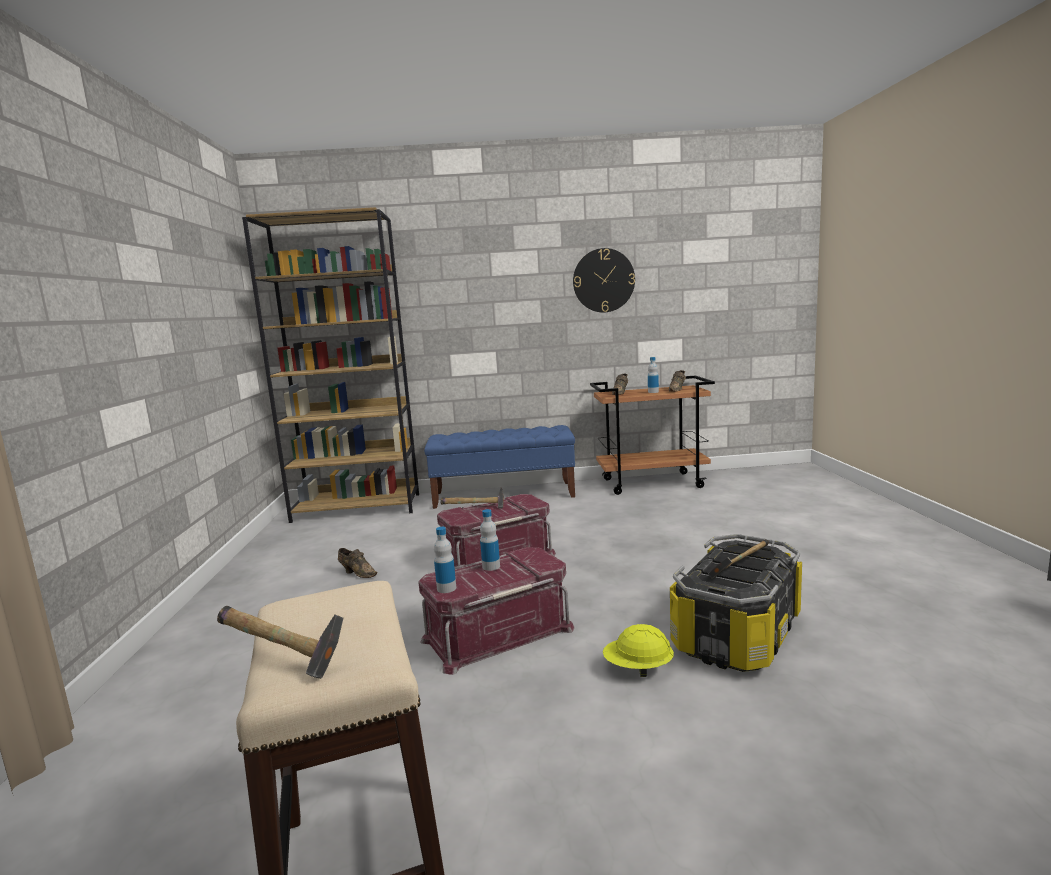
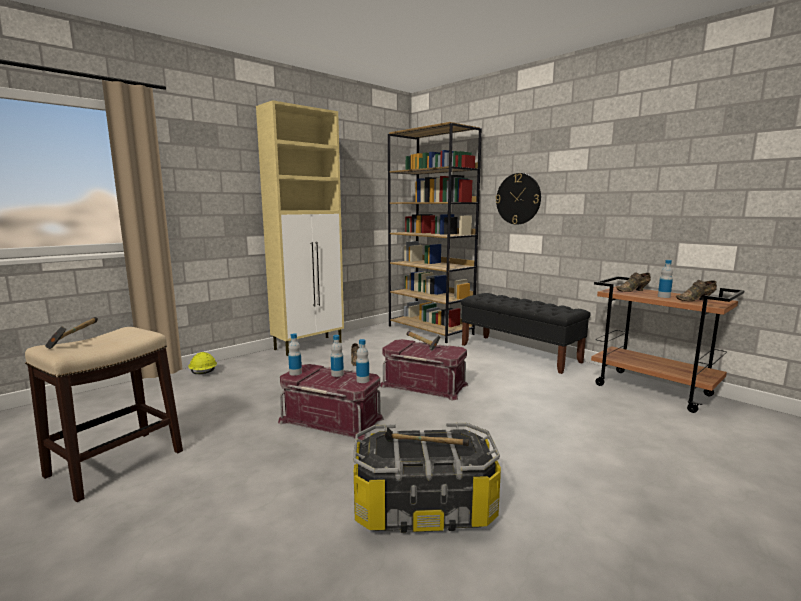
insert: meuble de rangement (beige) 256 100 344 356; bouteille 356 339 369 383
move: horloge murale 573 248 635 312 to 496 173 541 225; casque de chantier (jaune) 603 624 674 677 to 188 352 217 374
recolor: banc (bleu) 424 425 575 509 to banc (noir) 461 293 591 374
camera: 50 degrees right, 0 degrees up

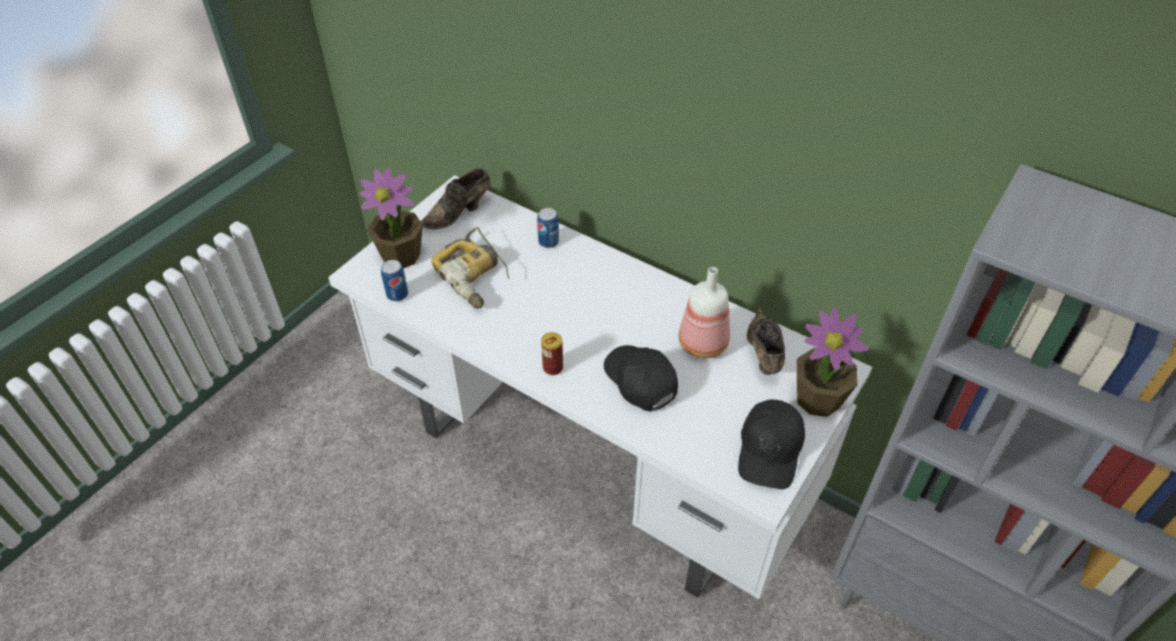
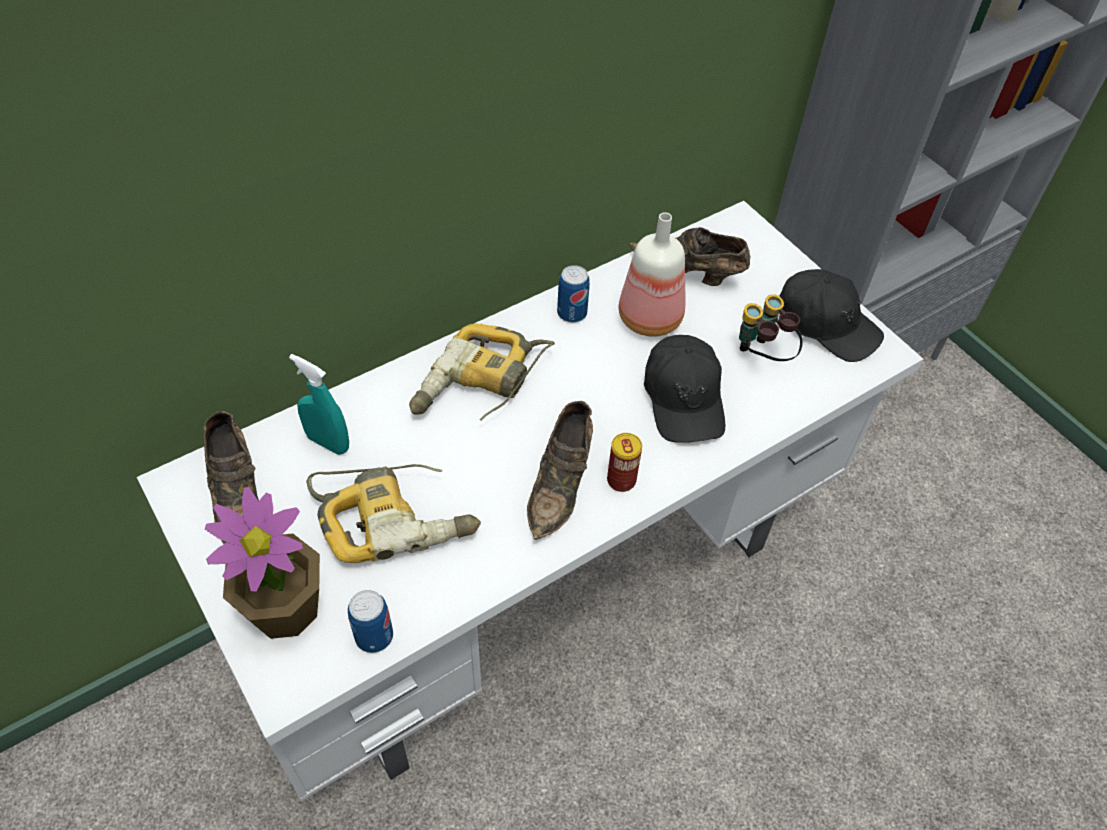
delete: plante en pot 797 308 869 417
insert: jumelles 739 294 803 361; perceuse 409 324 555 421; vaporisateur (turquoise) 289 354 349 455; chaussure (marron) 527 401 593 540
move: boîte métallique 537 208 559 248 to 557 265 590 323
rotate: casquette (noir) 604 345 678 412 = 644 335 725 443 90 degrees counterclockwise
camera: 70 degrees left, 5 degrees up

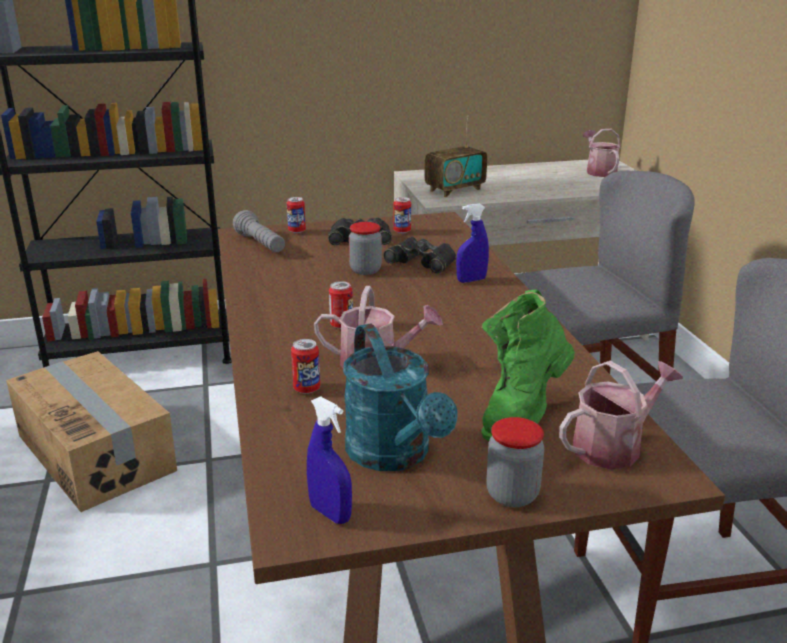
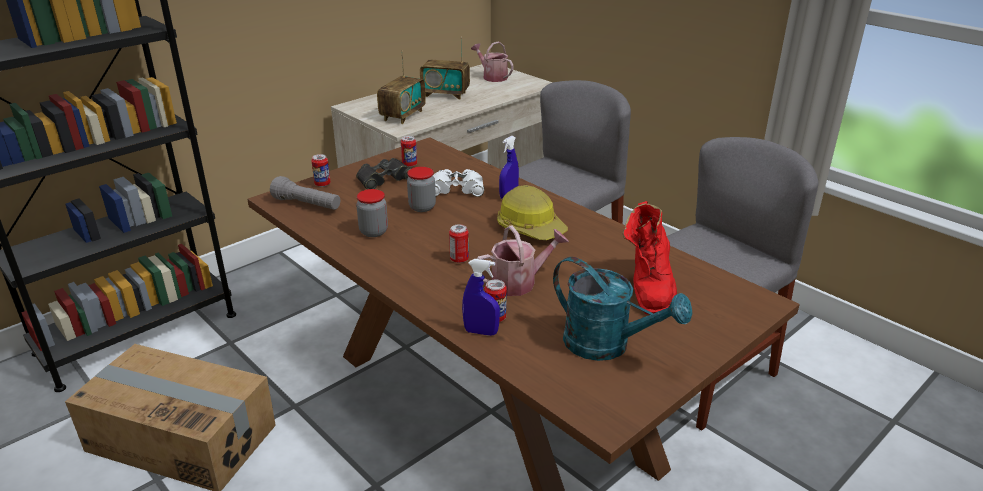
delete: arrosoir 559 361 683 470
insert: radio 420 37 470 99; casque de chantier 497 185 568 240
move: vaporisateur (bleu) 307 396 352 524 to 462 259 500 336; bocal 486 417 544 507 to 356 189 388 237
recolor: jumelles (noir) 383 237 456 274 to jumelles (blanc) 433 169 484 197; botte (vert) 482 289 575 441 to botte (rouge) 623 201 677 315
camera: 30 degrees left, 5 degrees up

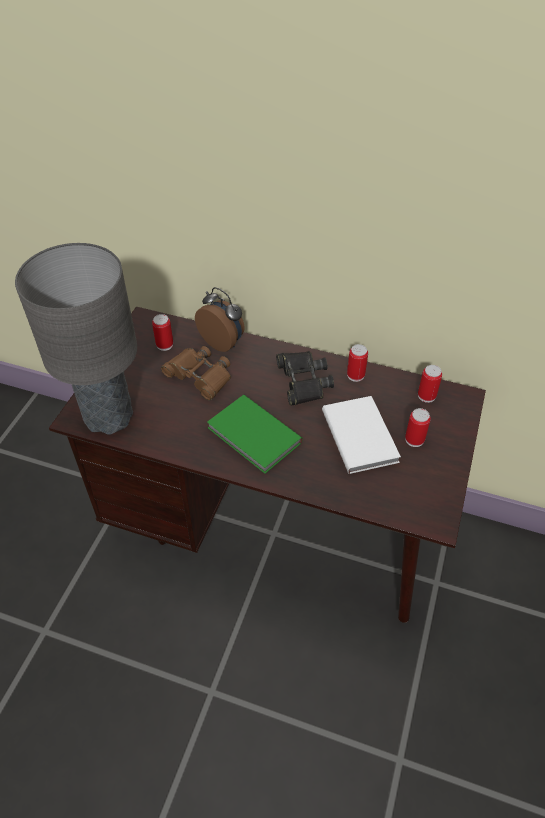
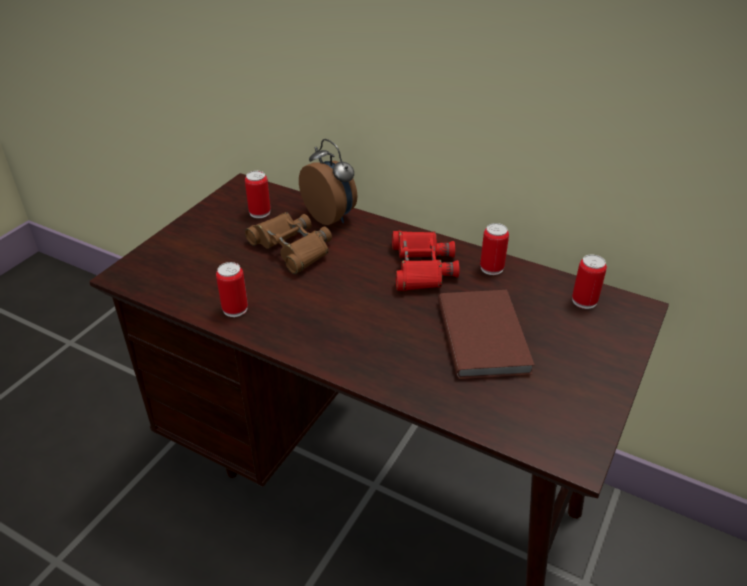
delete: lampe de table (gris) 15 243 137 435; livre (vert) 207 395 303 474
move: boîte métallique 405 408 431 447 to 216 262 248 317
recolor: jumelles (noir) 276 351 334 406 to jumelles (rouge) 392 231 459 291; livre (blanc) 322 396 401 474 to livre (marron) 438 290 534 379
camera: 10 degrees right, 10 degrees down

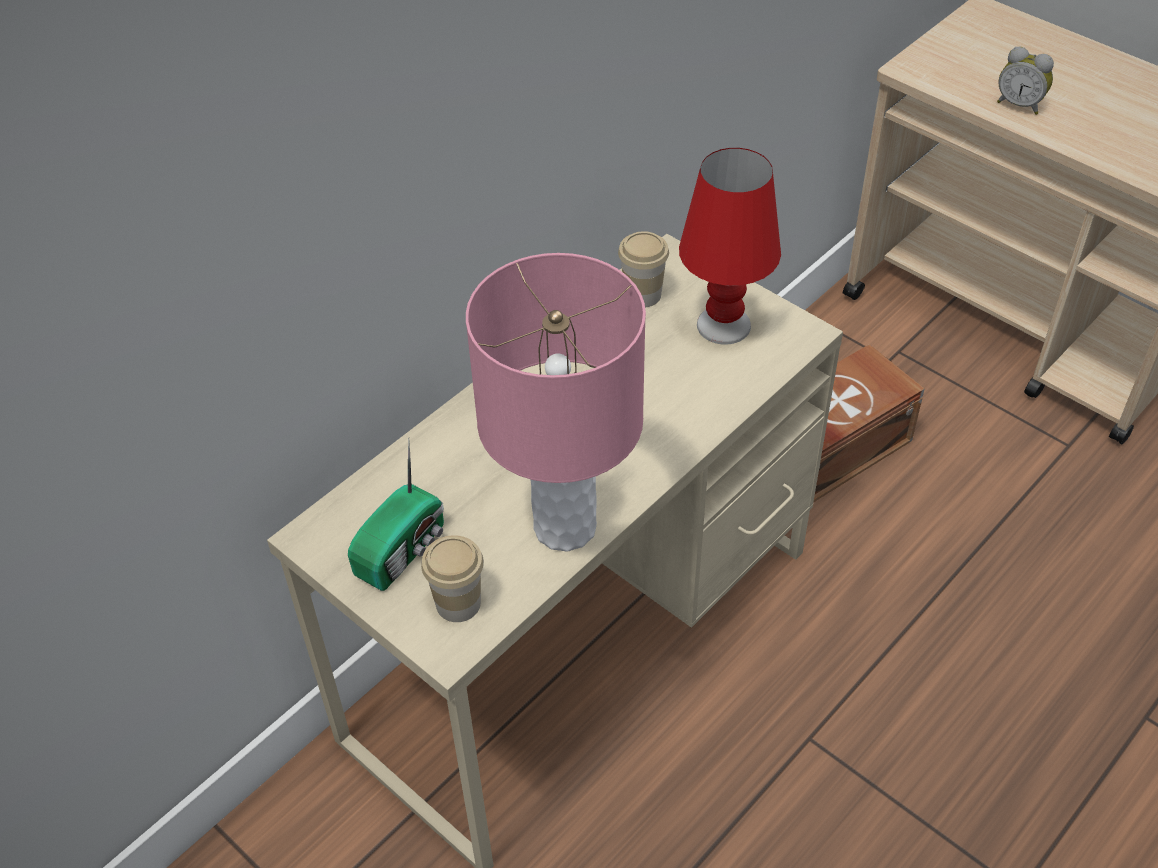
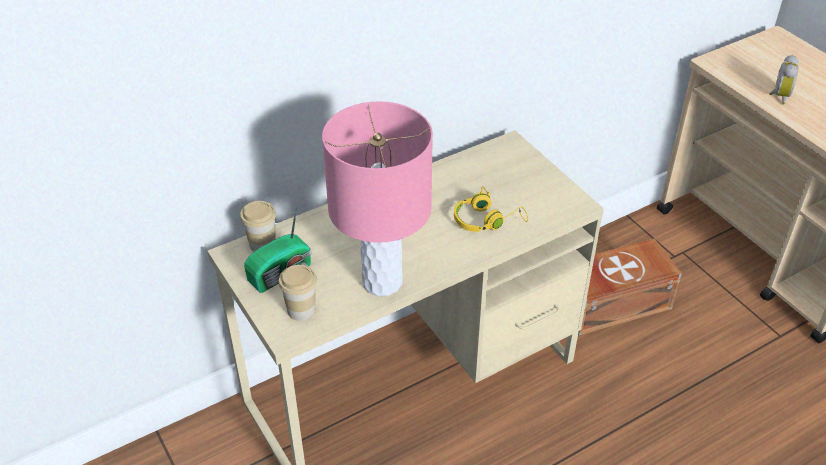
delete: lampe de table (rouge) 679 148 781 344
insert: casque audio (jaune) 454 186 528 232
move: tasse 618 231 669 307 to 240 201 276 252
rotate: réveil 997 47 1054 115 = 769 55 798 105 120 degrees counterclockwise
camera: 15 degrees right, 5 degrees down

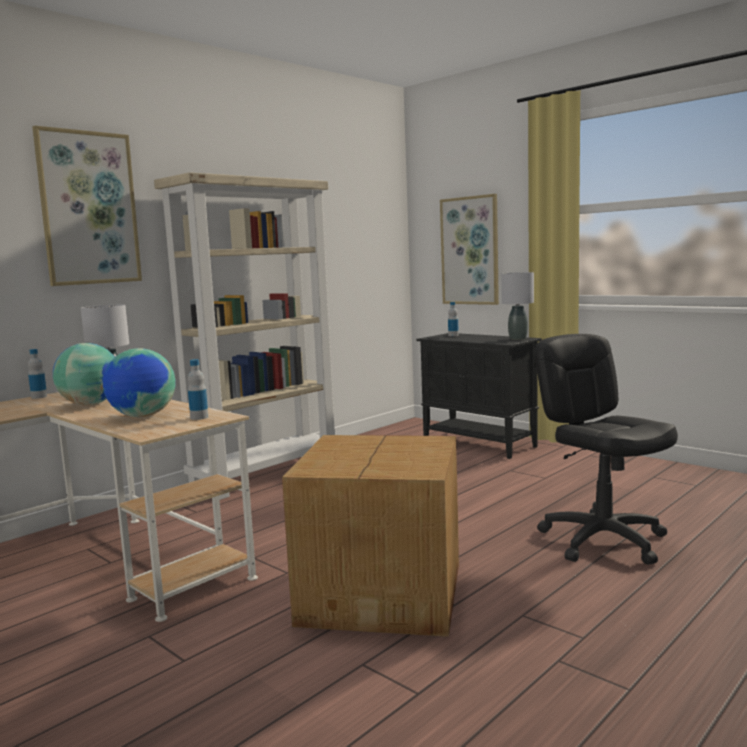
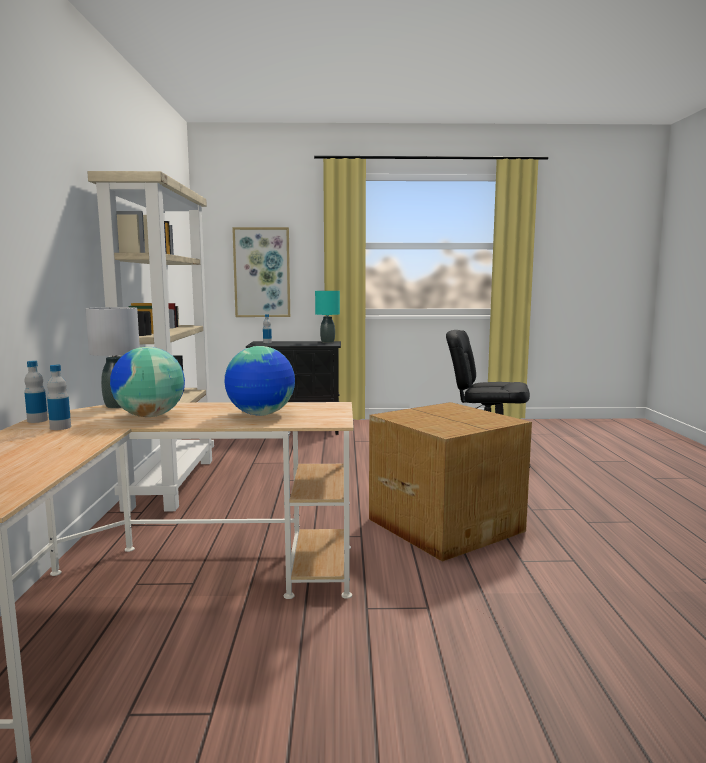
delete: tableau 32 126 142 286
move: bouteille 188 359 208 420 to 47 365 71 430
recolor: lampe de table (gris) 501 272 534 340 to lampe de table (turquoise) 315 291 340 343
camera: 45 degrees left, 0 degrees up

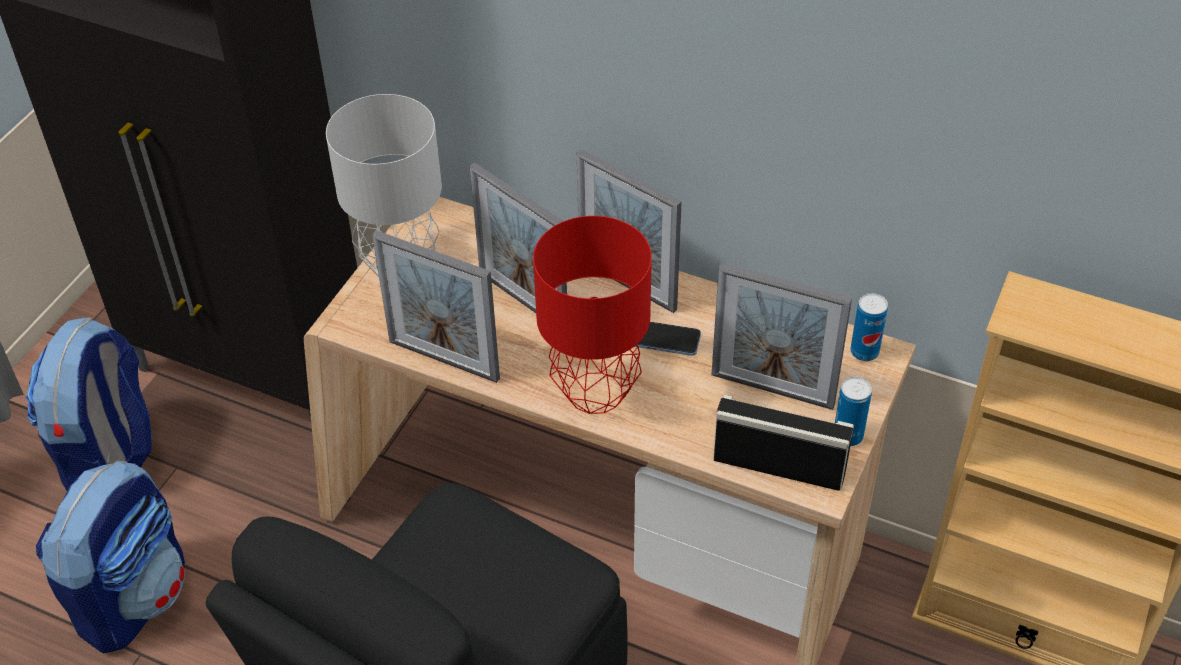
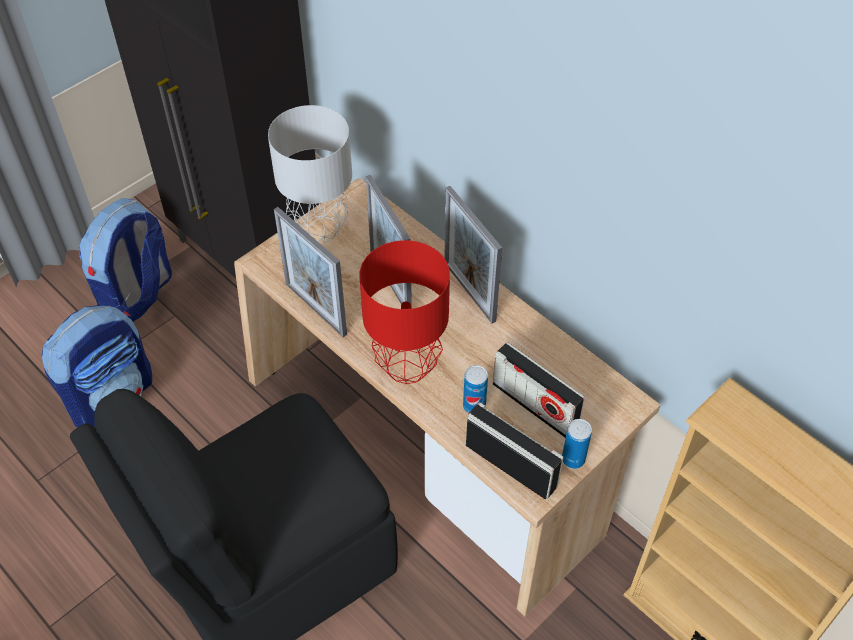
delete: téléphone 634 322 701 356
move: boîte métallique 850 293 888 361 to 463 365 488 413
replace: cadre photo 711 263 852 410 to radio 493 342 585 438
camera: 20 degrees right, 5 degrees up

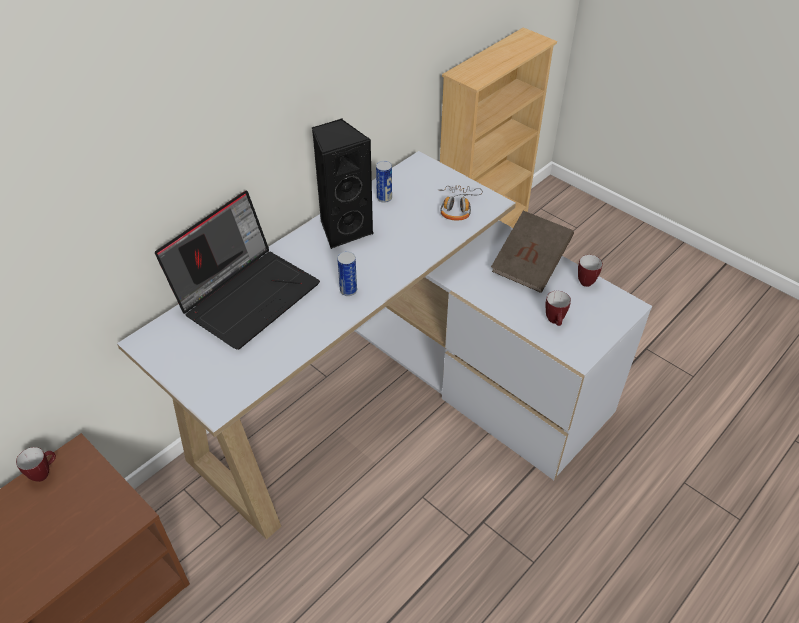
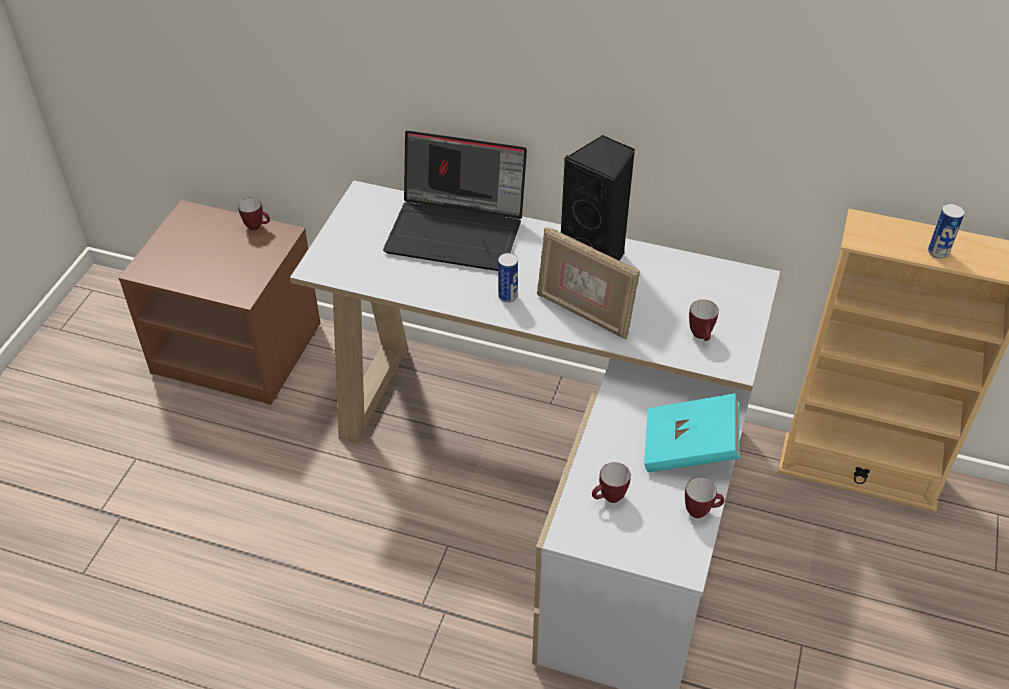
insert: cadre photo 537 227 640 339
move: boîte métallique 376 161 392 203 to 928 203 965 259
replace: casque audio 440 186 483 221 to mug 689 300 719 341
recolor: livre (marron) 491 211 574 293 to livre (turquoise) 644 393 740 472
camera: 65 degrees right, 0 degrees up

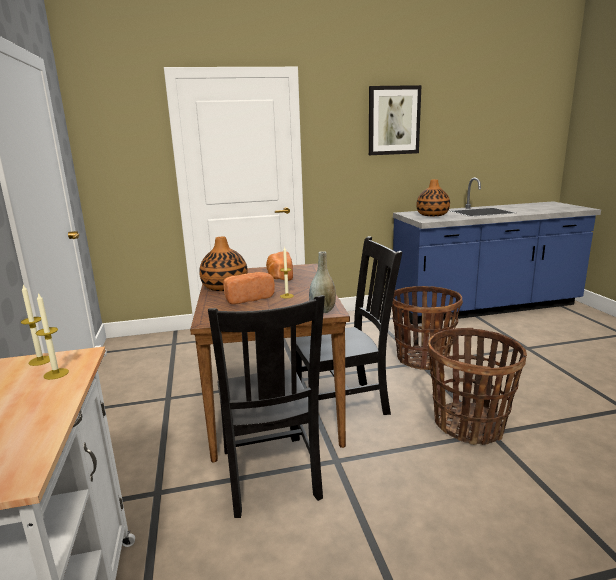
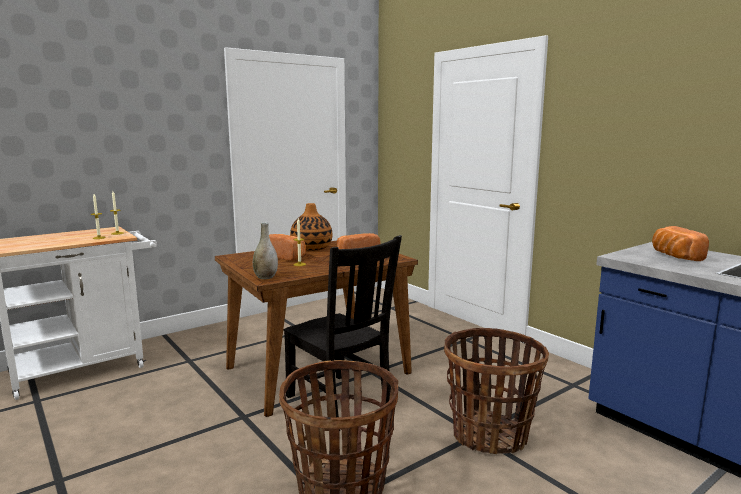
delete: tableau 369 85 421 155; chaise (noir) 208 295 325 518
replace: vase 416 179 450 216 to pain 652 226 709 261
camera: 65 degrees right, 5 degrees down

